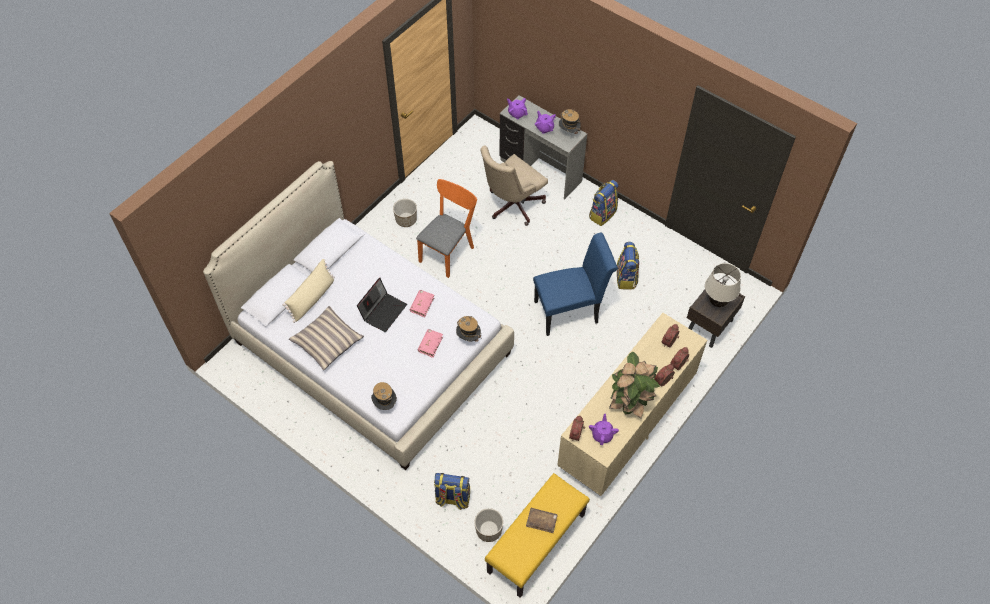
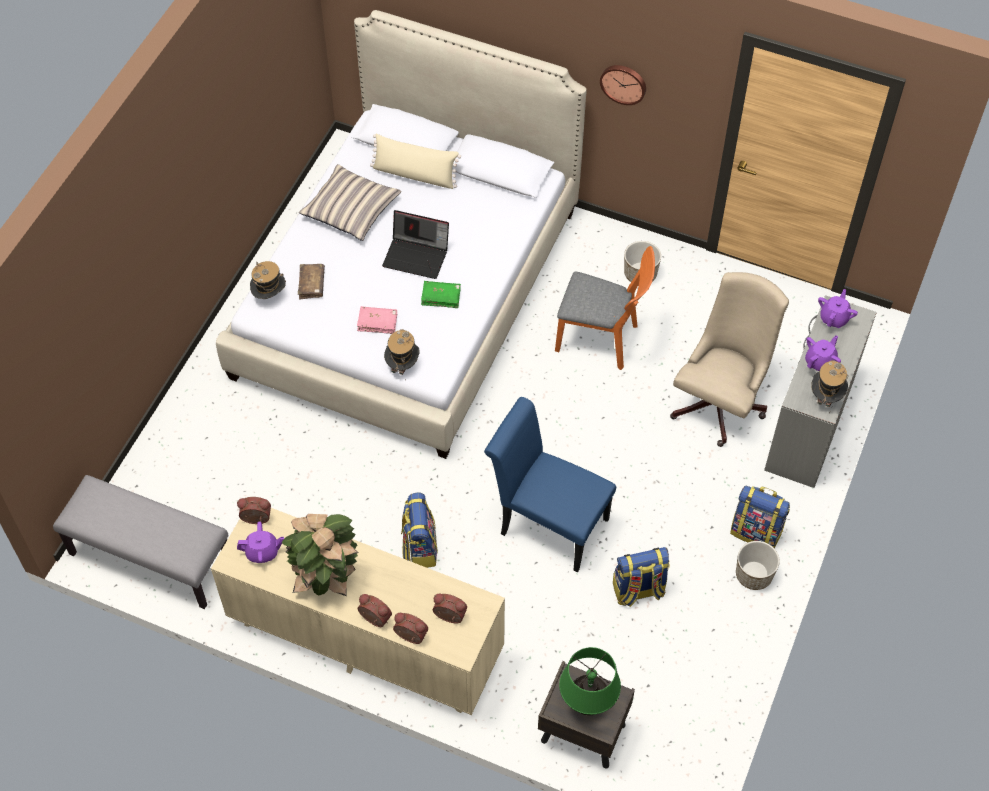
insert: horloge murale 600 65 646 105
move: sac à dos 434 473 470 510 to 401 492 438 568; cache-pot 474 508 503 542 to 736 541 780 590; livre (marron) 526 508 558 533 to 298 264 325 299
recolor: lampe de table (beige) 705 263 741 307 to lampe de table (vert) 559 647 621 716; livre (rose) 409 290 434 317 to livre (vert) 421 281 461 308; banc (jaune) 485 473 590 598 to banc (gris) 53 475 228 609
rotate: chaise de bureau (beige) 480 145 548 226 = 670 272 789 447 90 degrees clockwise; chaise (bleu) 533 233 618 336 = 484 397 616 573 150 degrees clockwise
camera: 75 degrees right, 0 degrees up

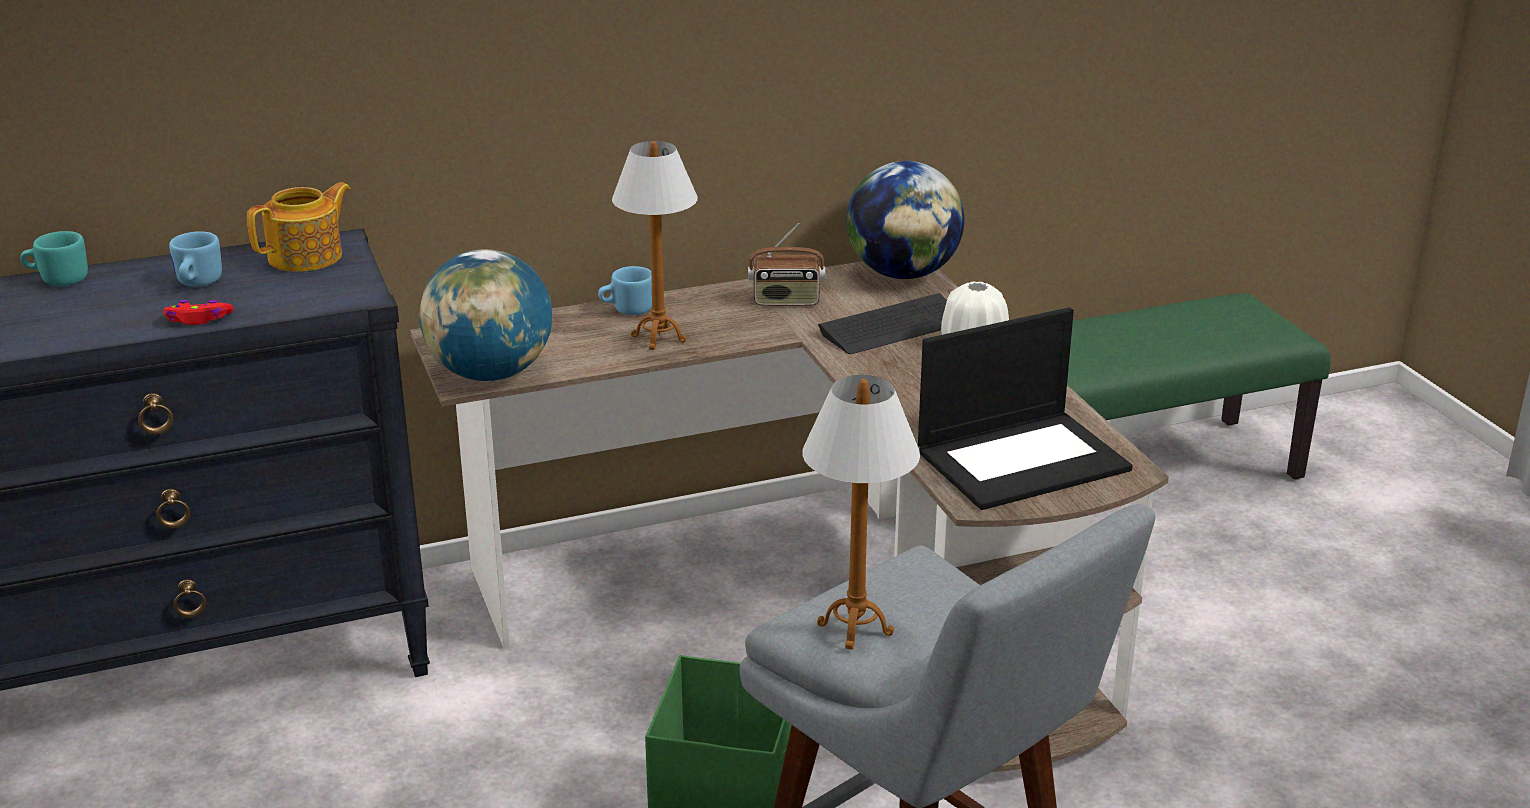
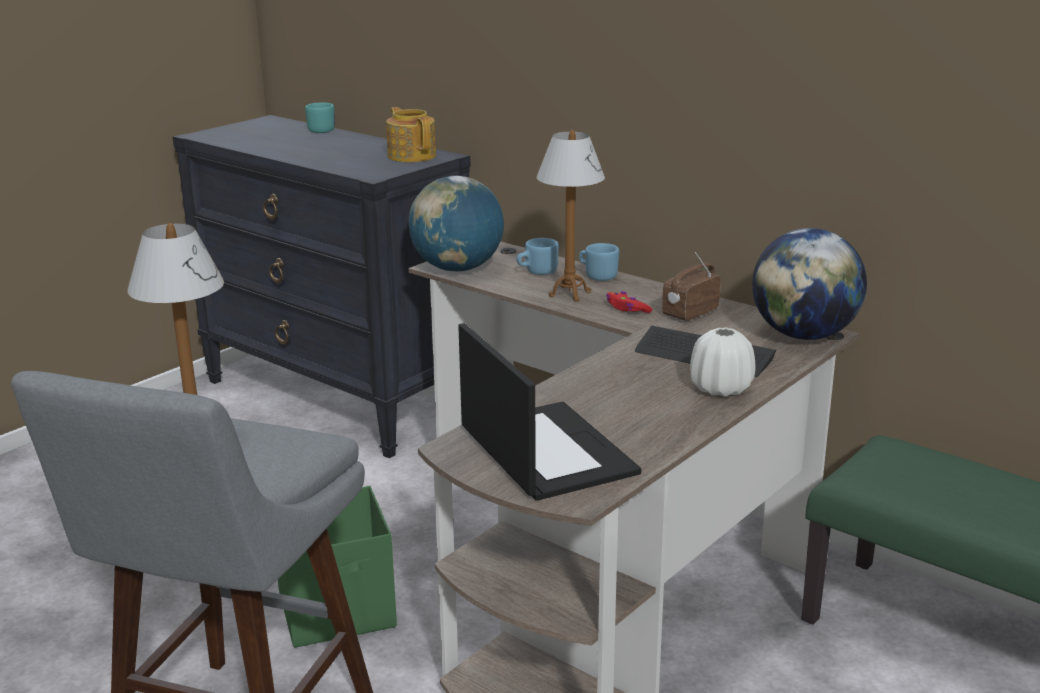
move: mug (bleu) 169 231 222 287 to 516 238 559 275; manette (rouge) 163 300 234 325 to 606 291 653 313
rotate: théière 247 182 351 272 = 386 107 436 162 135 degrees counterclockwise; radio 748 223 825 306 = 662 252 721 322 75 degrees clockwise; ordinateur portable 918 307 1133 510 = 458 323 641 501 150 degrees counterclockwise
camera: 60 degrees right, 5 degrees down

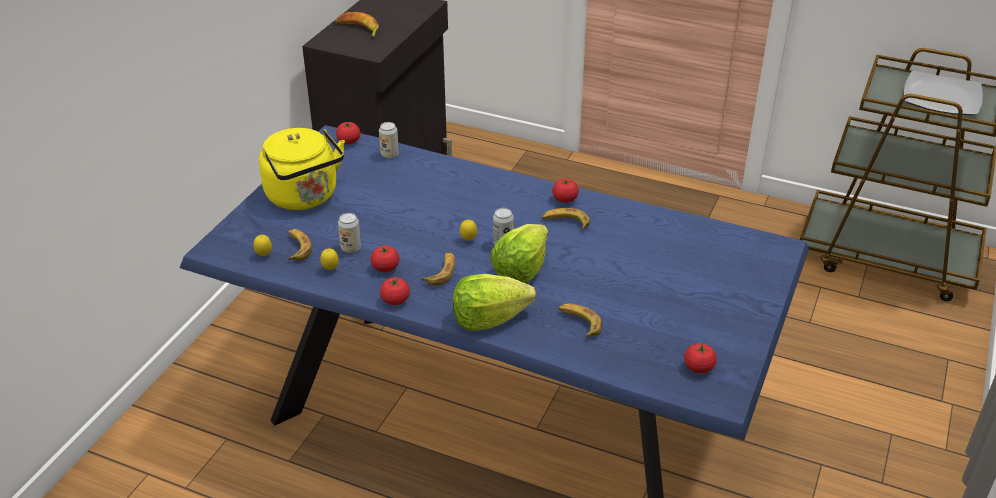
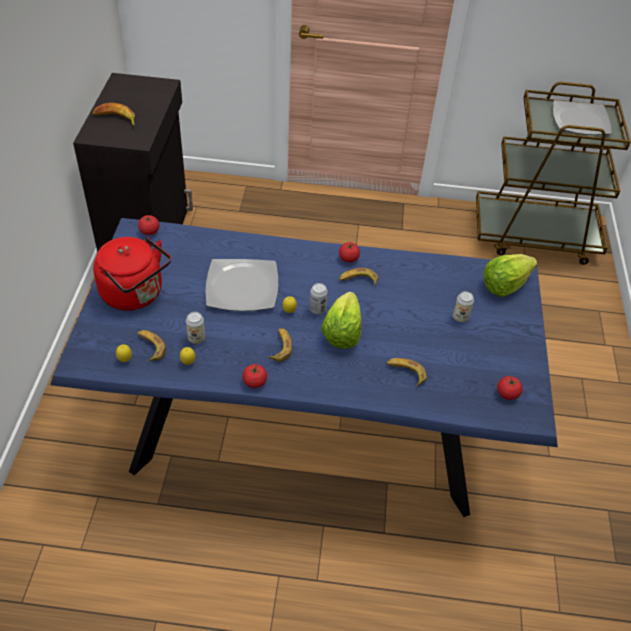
delete: tomate 371 245 399 272
insert: assiette 205 259 278 311
move: boîte métallique 379 122 399 158 to 453 291 474 322; laitue 453 274 536 331 to 483 254 537 297
recolor: bouilloire (jaune) 259 128 345 210 to bouilloire (rouge) 93 237 171 311
camera: 20 degrees left, 10 degrees up

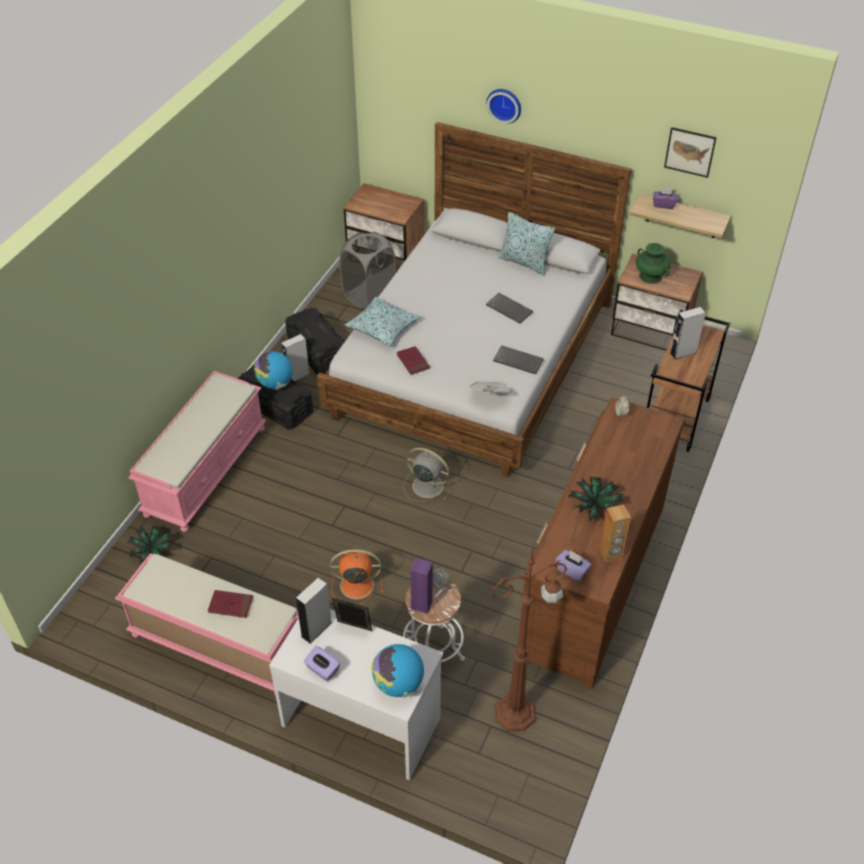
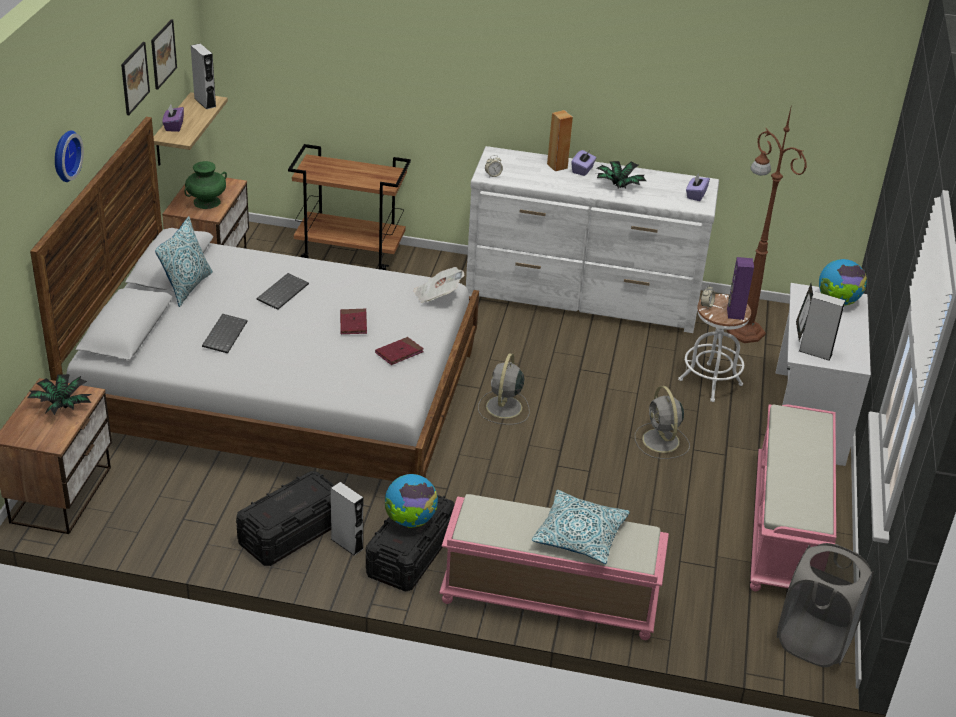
insert: tableau 121 42 150 115
move: panier à linge (gris) 340 232 396 309 to 777 543 874 667; coussin 345 297 421 347 to 532 490 630 564; enceinte (gris) 670 307 706 359 to 191 43 216 109; clavier 493 345 544 374 to 202 314 248 353; enceinte (marron) 599 504 631 563 to 547 110 573 171; plante en pot 127 525 175 564 to 28 374 91 415; livre (rouge) 208 590 253 618 to 340 309 367 334; boîte à mouchoirs (violet) 304 646 340 681 to 571 150 596 176
recolor: commode (marron) 518 397 685 689 to commode (blanc) 466 146 719 333; ventilateur (orange) 330 549 383 605 to ventilateur (gris) 635 386 690 459
camera: 105 degrees left, 10 degrees down

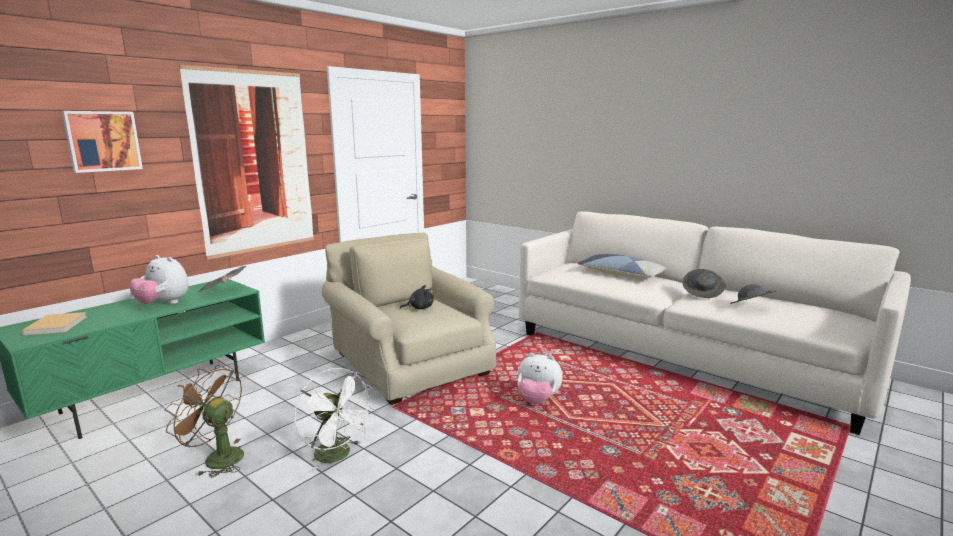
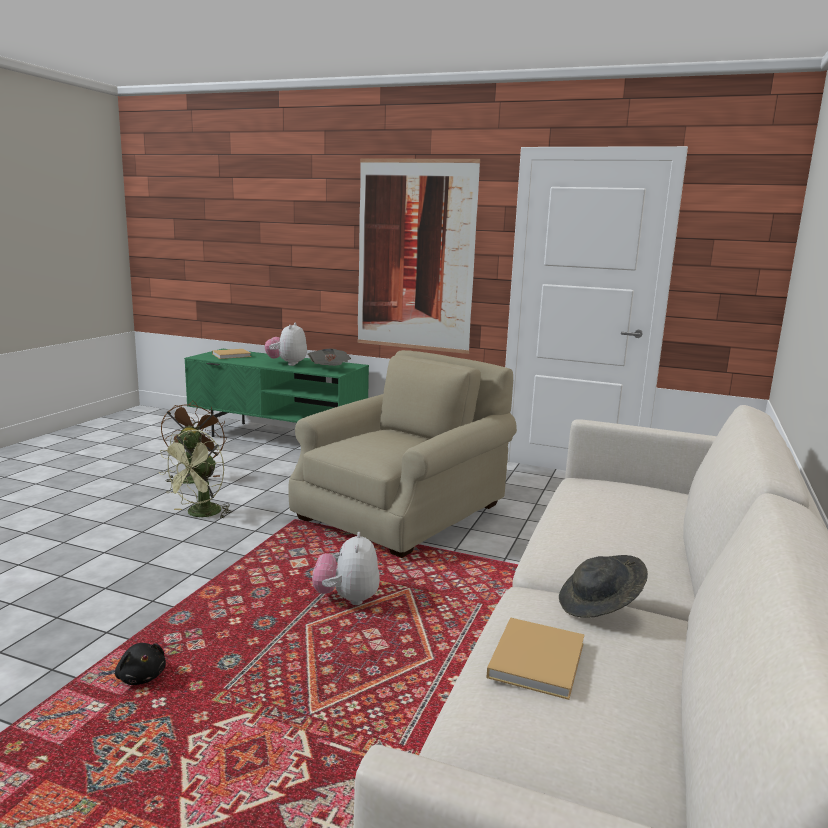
delete: tableau 62 111 143 173; coussin 577 254 667 278
move: peluche (noir) 400 285 433 310 to 115 643 166 685
replace: chapeau (gris) 730 284 776 304 to livre (beige) 486 617 584 700
recolor: ventilateur (blanc) 294 368 375 472 to ventilateur (vert) 159 430 232 519
camera: 70 degrees right, 0 degrees up

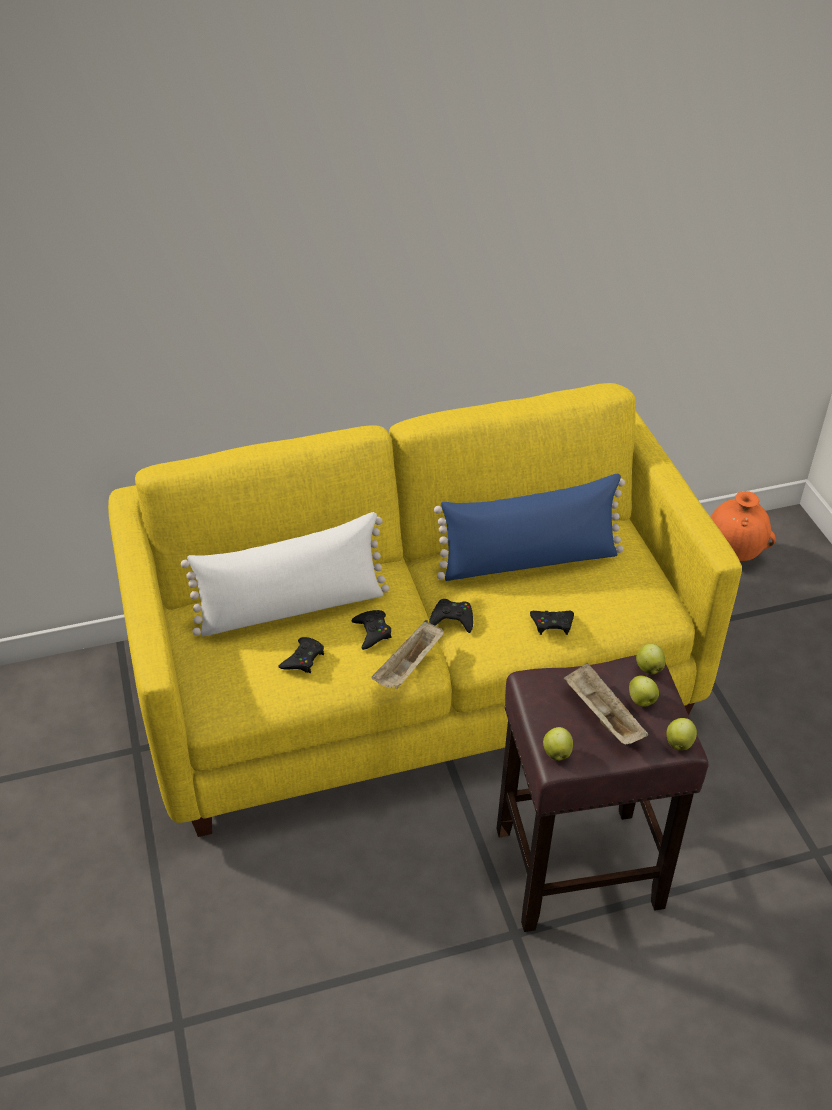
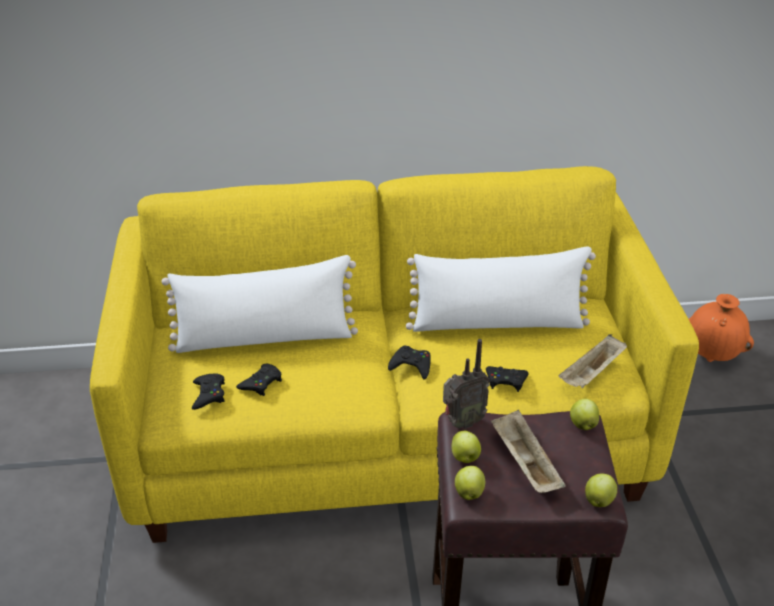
insert: radio 443 339 490 429
move: manette (noir) 352 610 392 650 to 192 373 225 410; plateau (beige) 371 620 444 689 to 559 334 627 388; pomme 629 675 659 707 to 451 431 481 463
recolor: coussin (bleu) 434 474 625 581 to coussin (blanc) 406 246 596 332
camera: 10 degrees right, 5 degrees down

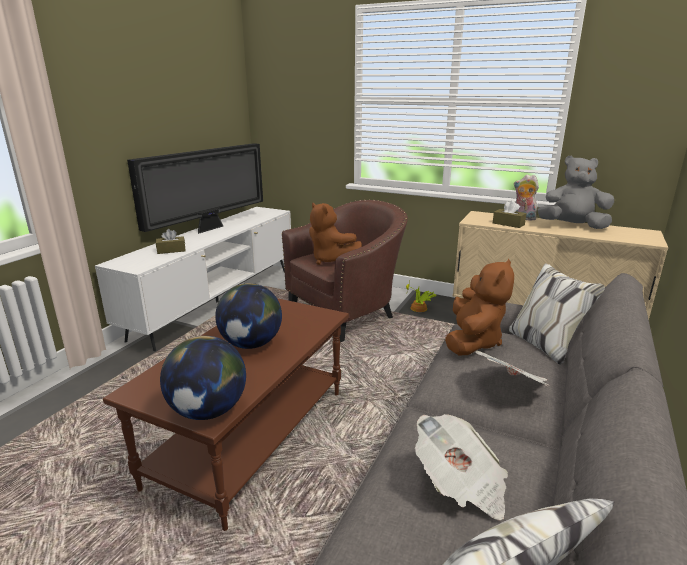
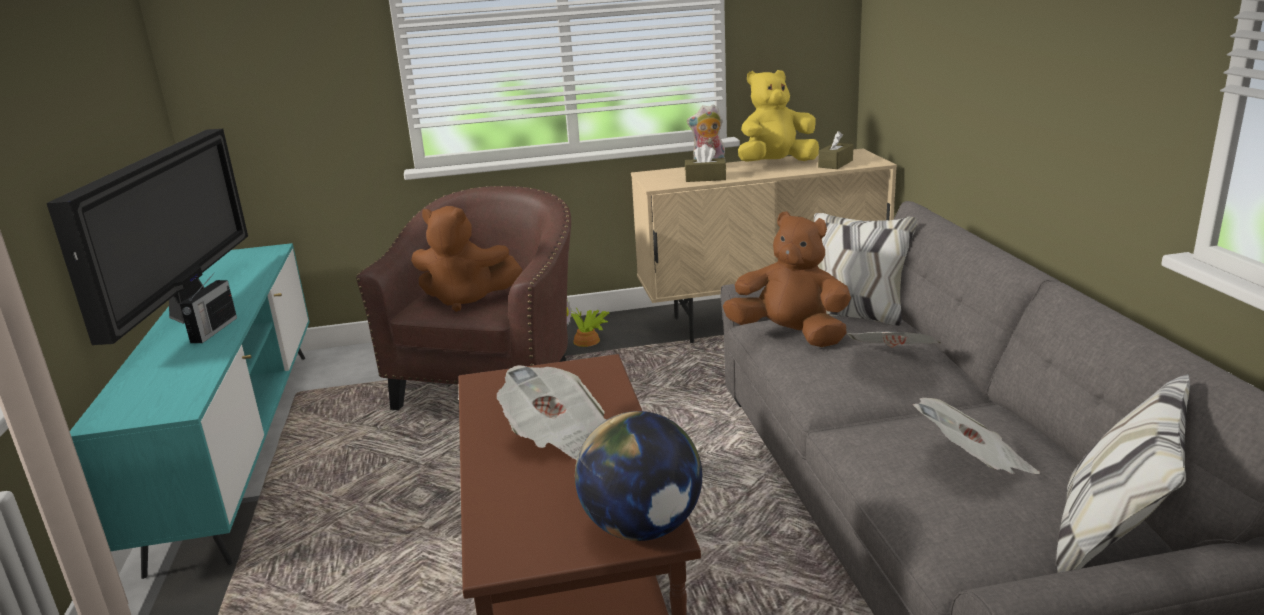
insert: radio 179 272 237 343
move: boîte à mouchoirs (marron) 156 229 186 254 to 818 131 853 169
replace: globe 215 283 282 349 to journal 497 365 607 460
recolor: peluche (gris) 538 156 614 229 to peluche (jaune) 738 70 819 162; meuble télé (blanc) 95 207 291 351 to meuble télé (turquoise) 70 243 309 579
rotate: peluche (marron) 445 259 514 356 = 723 212 851 347 45 degrees counterclockwise
camera: 35 degrees left, 0 degrees up

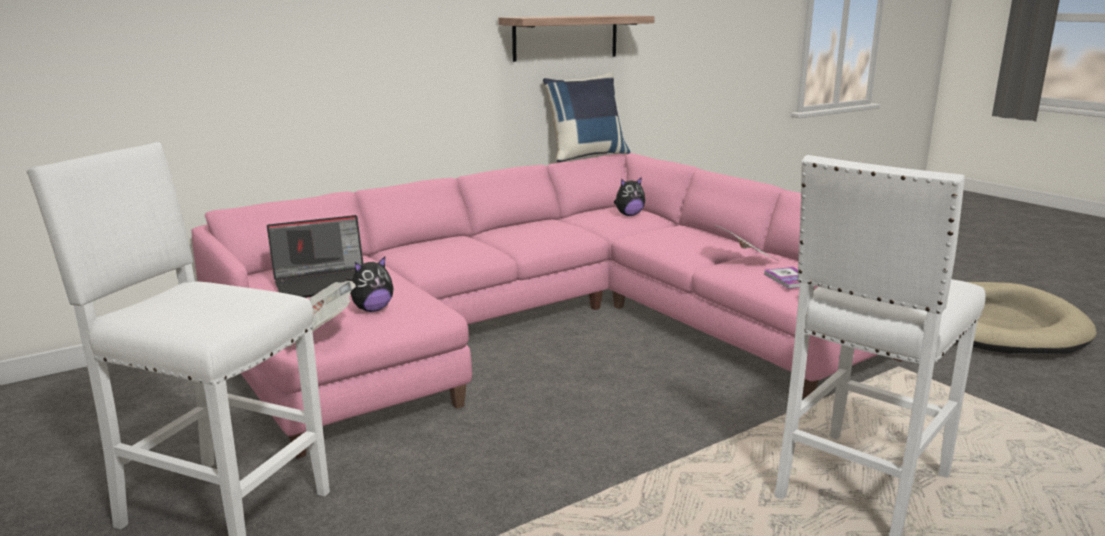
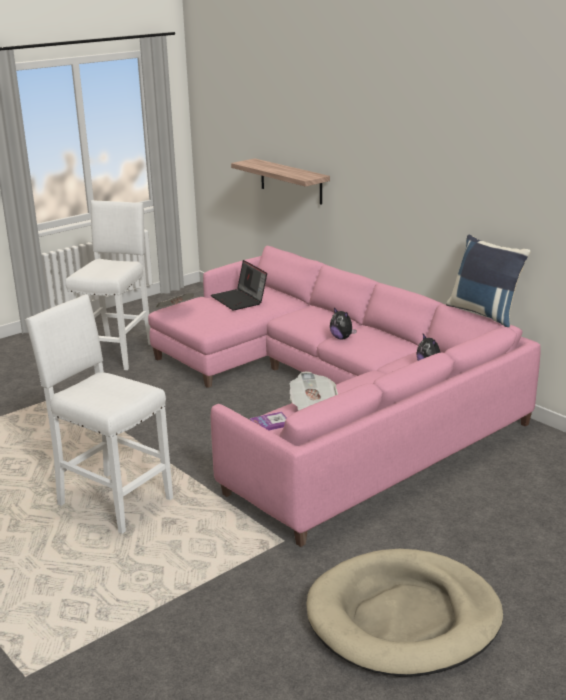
move: étagère 498 15 655 62 to 231 158 330 205; peluche 350 256 394 312 to 330 308 357 340
camera: 85 degrees right, 5 degrees up

